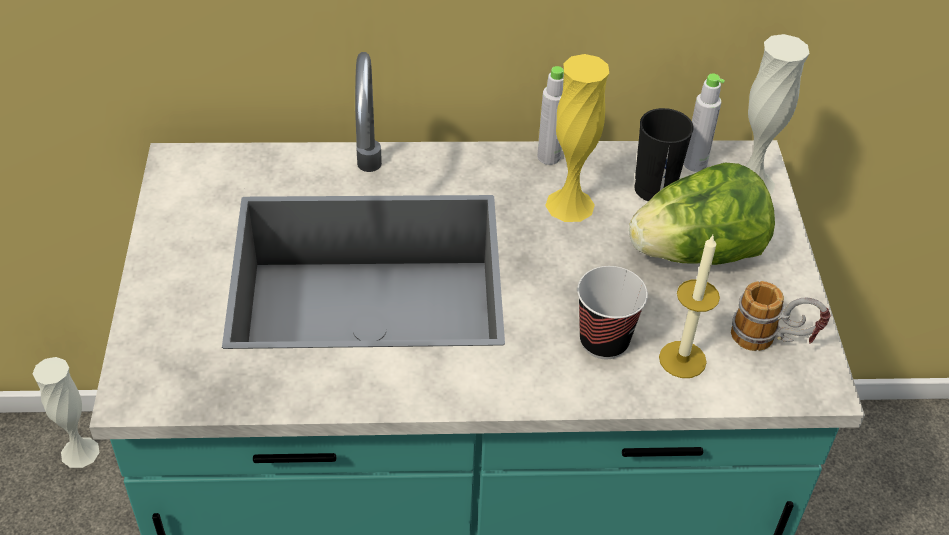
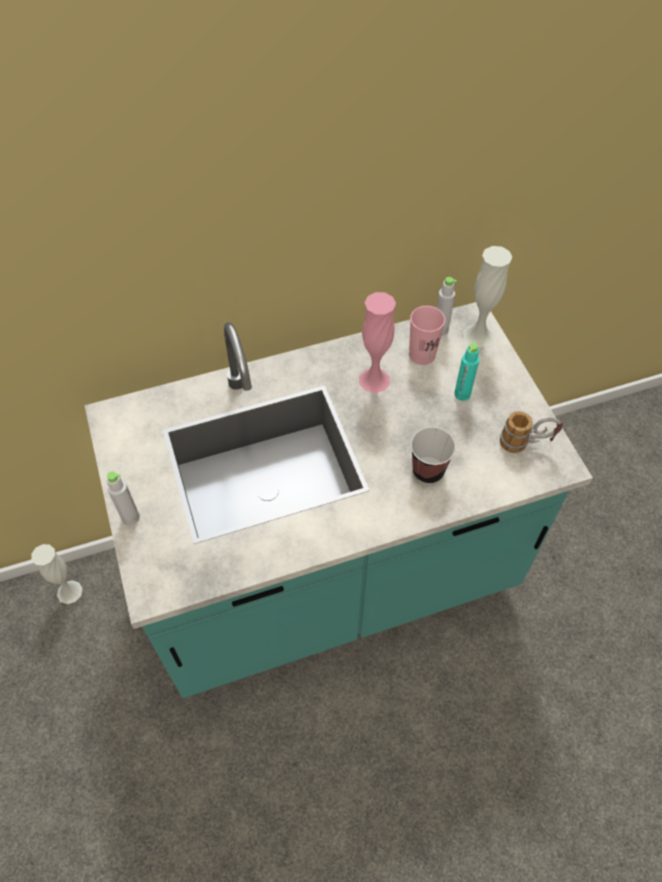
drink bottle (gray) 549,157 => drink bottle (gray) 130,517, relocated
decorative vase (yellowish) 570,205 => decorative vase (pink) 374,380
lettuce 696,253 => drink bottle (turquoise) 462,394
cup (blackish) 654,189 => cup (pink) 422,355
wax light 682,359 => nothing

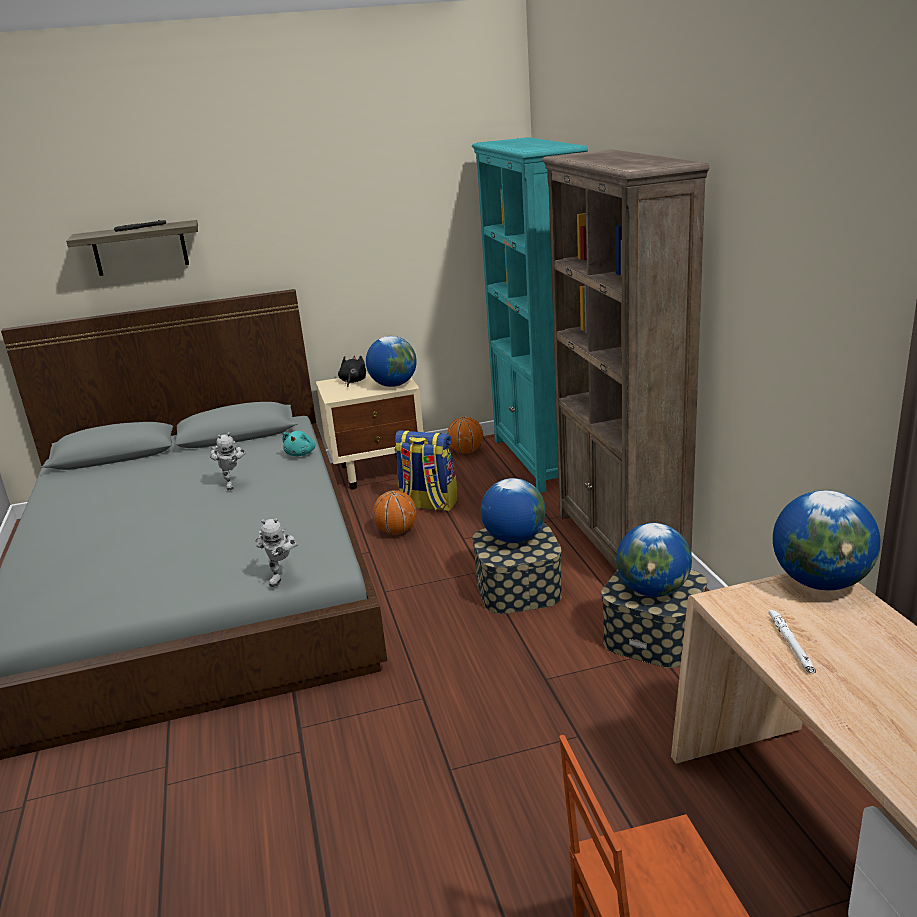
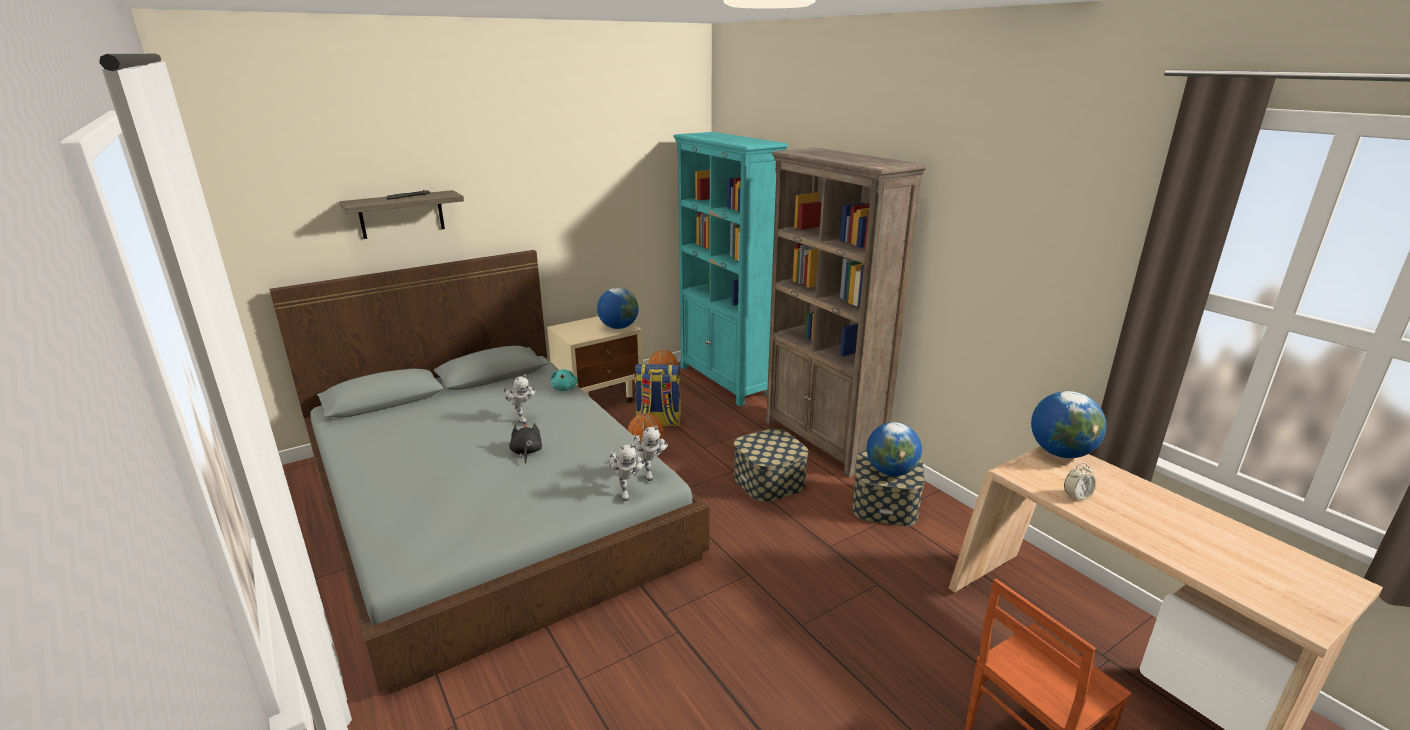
soft toy (blackish) 353,381 => soft toy (blackish) 526,452, relocated
world globe 514,538 => nothing
hand torch (whitish) 790,644 => bedside clock 1076,496
nothing => toy robot 649,472

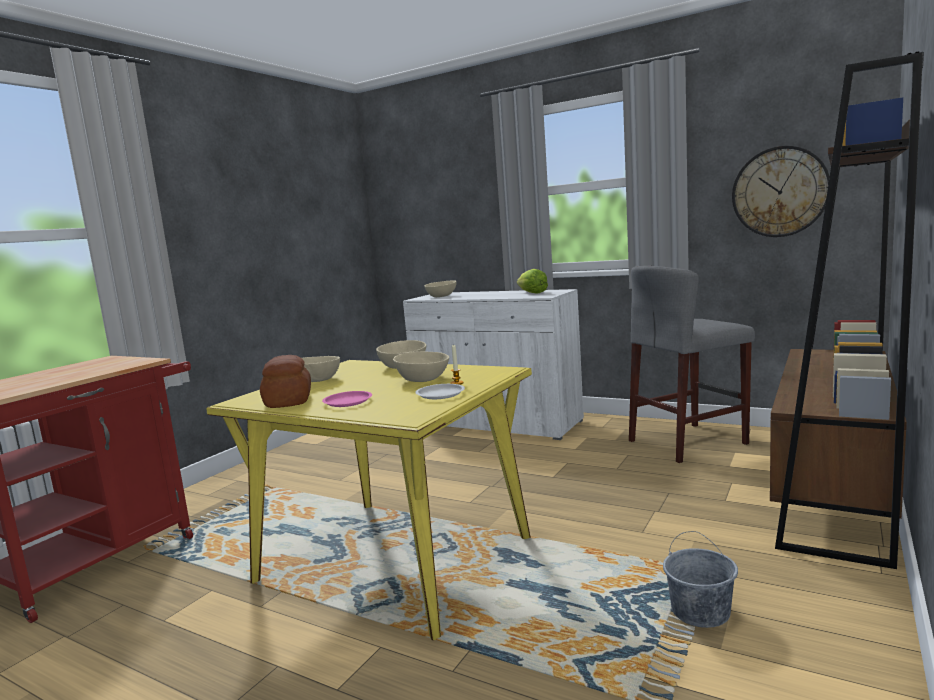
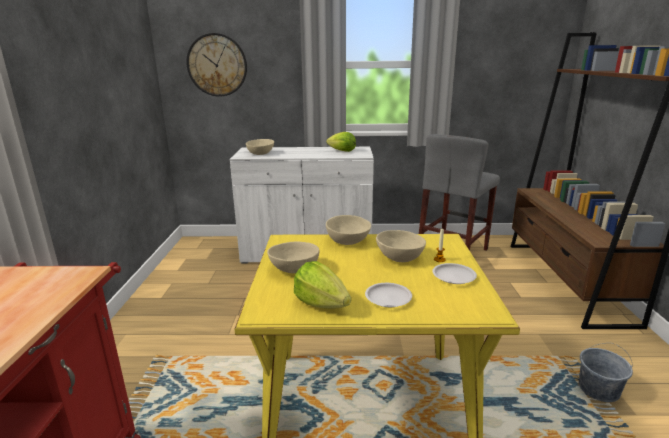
baked bread 289,400 => lettuce 321,303
flat dish (pink) 348,402 => flat dish (whitish) 388,298
wall clock 780,192 => wall clock 217,65, relocated

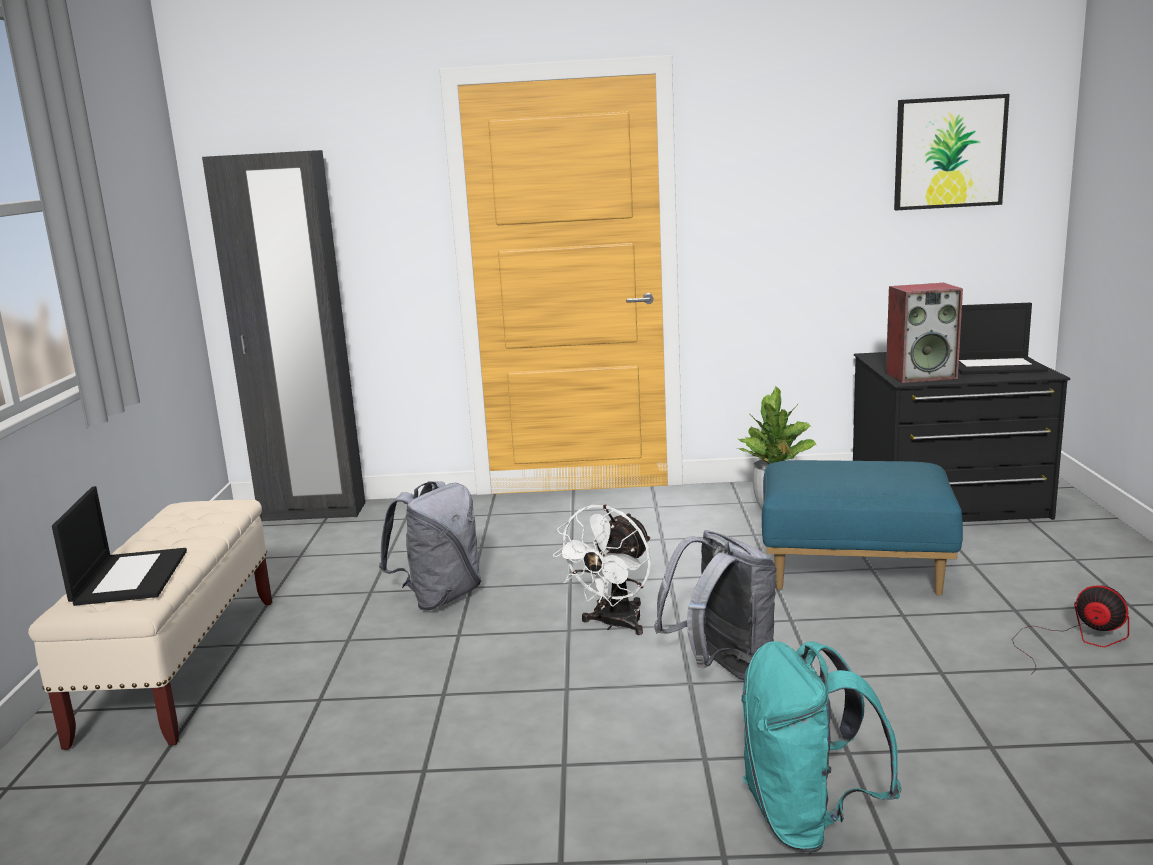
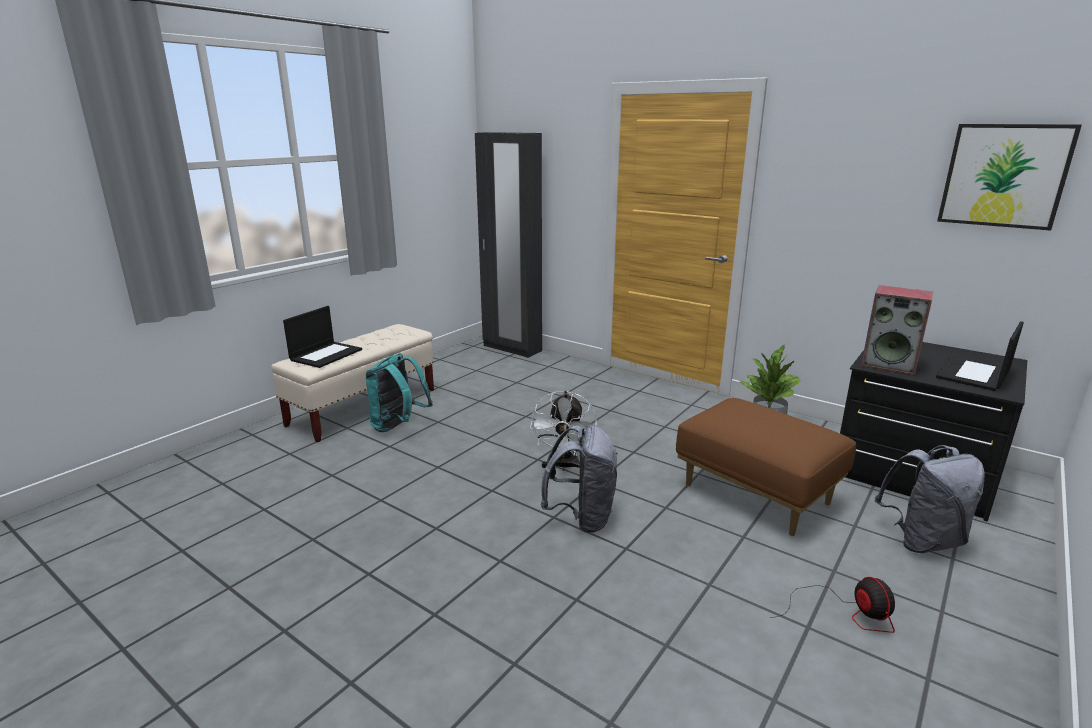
rucksack (gray) 439,597 => rucksack (gray) 922,540, relocated
cooling fan (whitish) 614,625 => cooling fan (whitish) 564,466, 60 degrees counterclockwise
rucksack (turquoise) 808,820 => rucksack (turquoise) 398,426, relocated
ottoman (blue-coloured) 855,570 => ottoman (brownish) 757,494
laptop 996,366 => laptop 974,374, 90 degrees clockwise

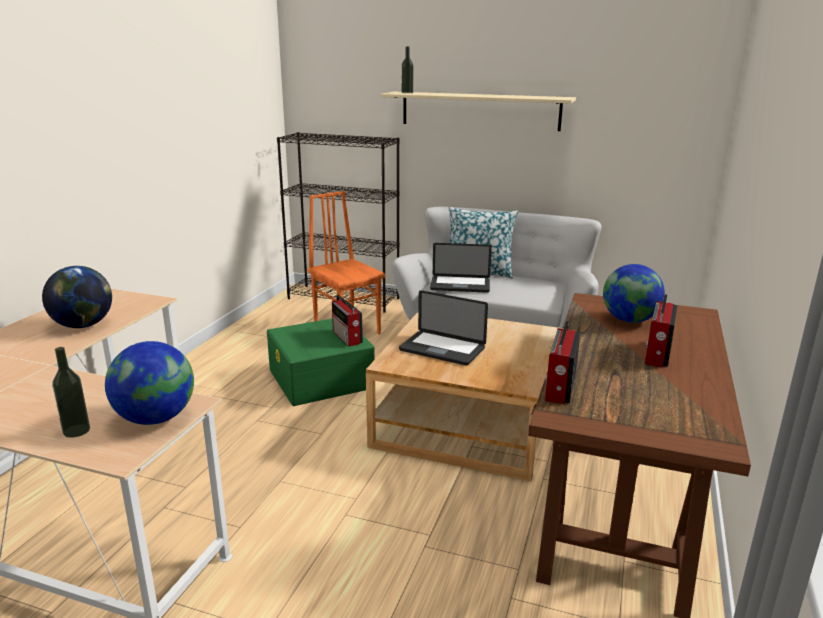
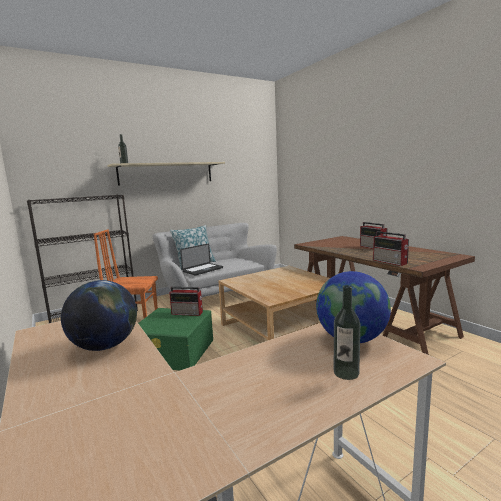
laptop 442,349 => nothing
world globe 629,320 => nothing

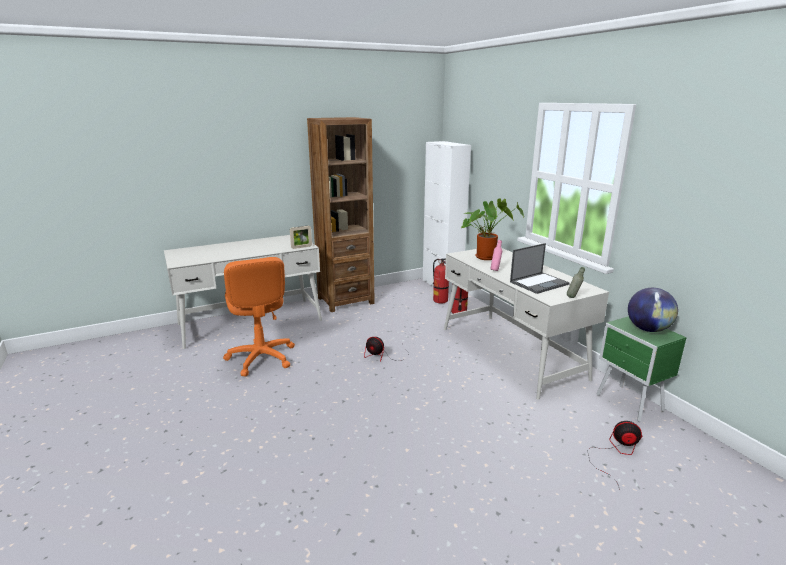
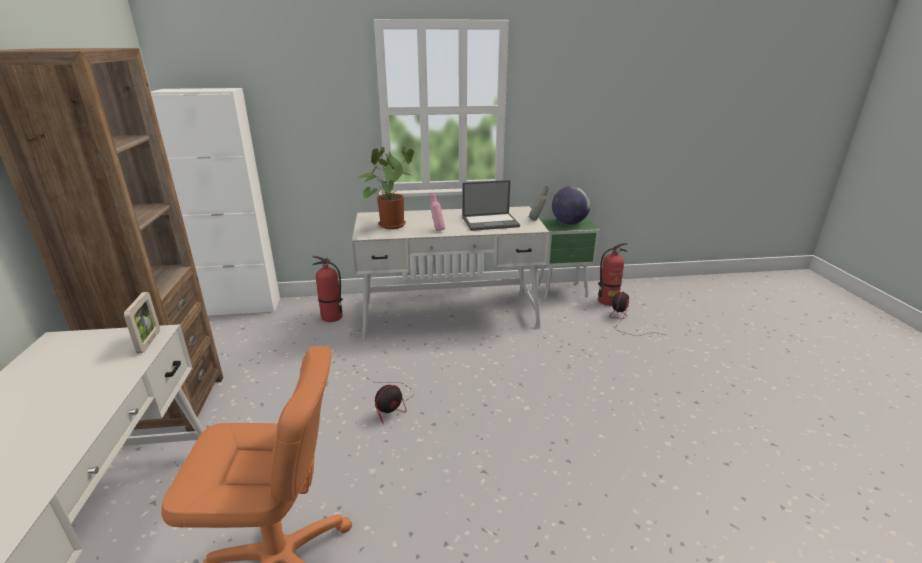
fire-fighting cylinder 440,300 => fire-fighting cylinder 607,301, relocated
laptop 539,283 => laptop 491,222, 90 degrees clockwise

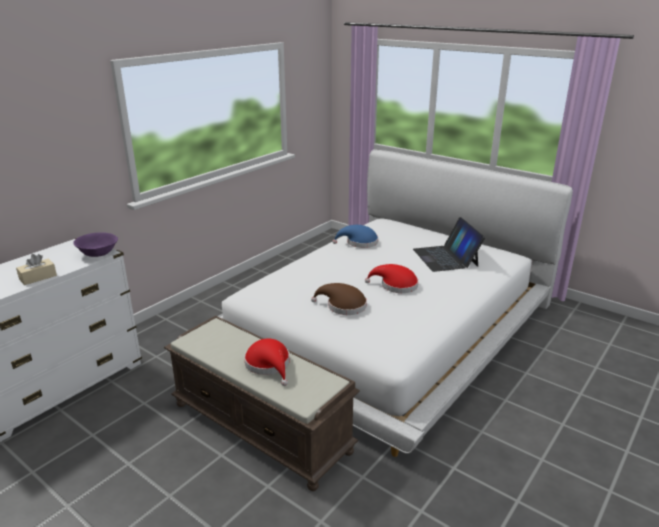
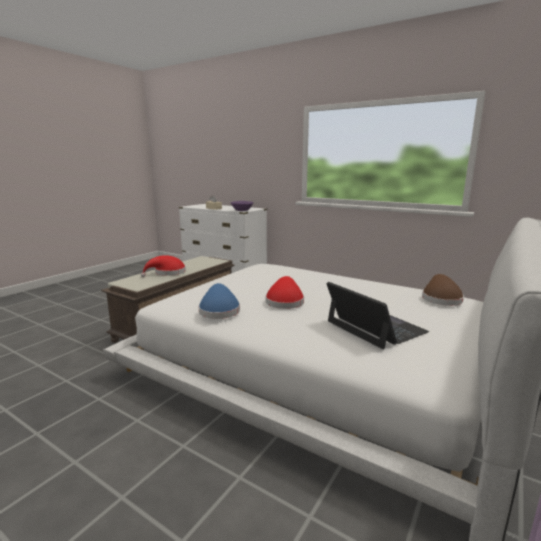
wearable hat (brownish) 343,306 => wearable hat (brownish) 440,299, relocated
wearable hat (blue-coloured) 359,243 => wearable hat (blue-coloured) 219,310, relocated
laptop 445,257 => laptop 375,327, 75 degrees clockwise

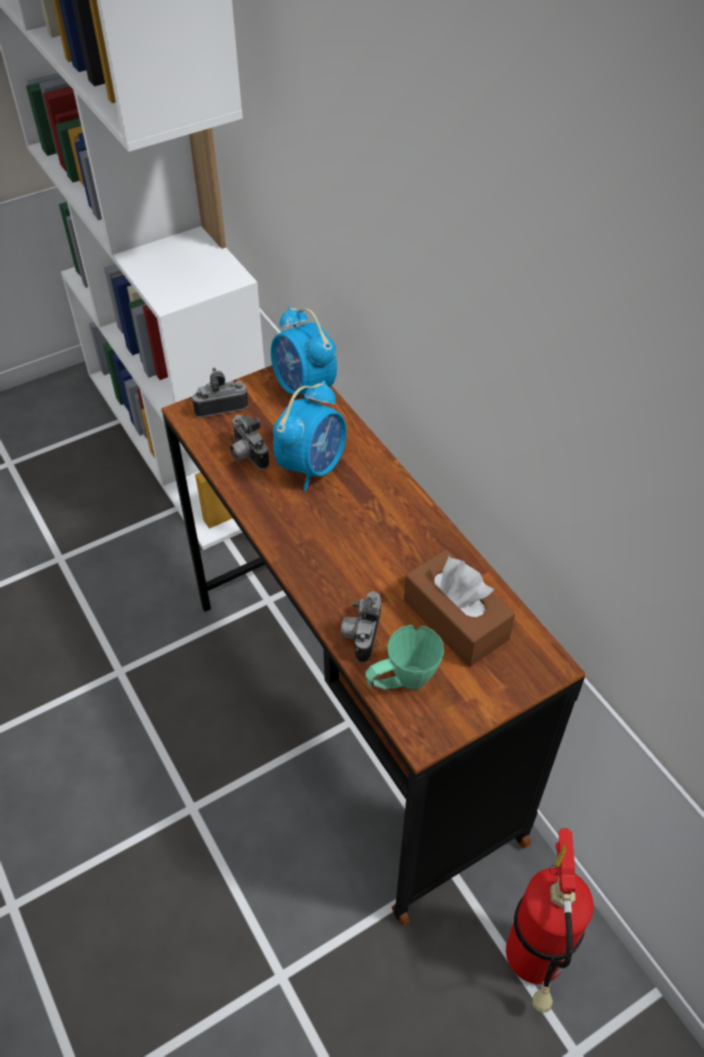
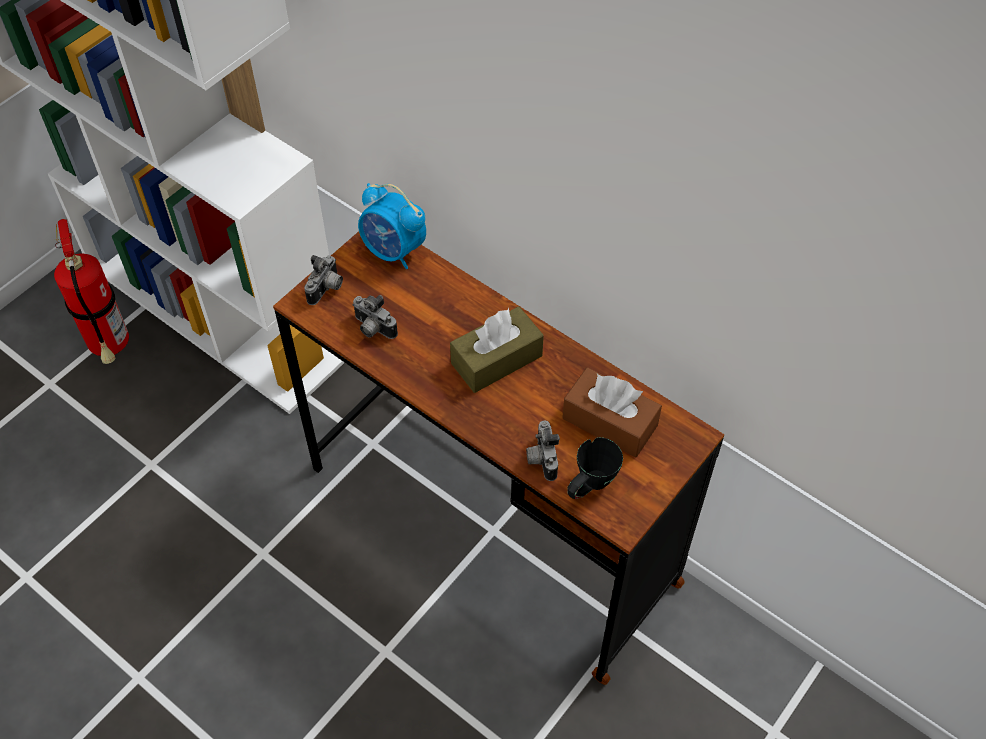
photo camera 220,407 => photo camera 327,289, 150 degrees clockwise
bedside clock 312,467 => nothing
coffee mug (green) 401,683 => coffee mug (blackish) 589,487
fire-fighting cylinder 533,965 => fire-fighting cylinder 111,348, relocated
nothing => tissue box (brownish) 496,359

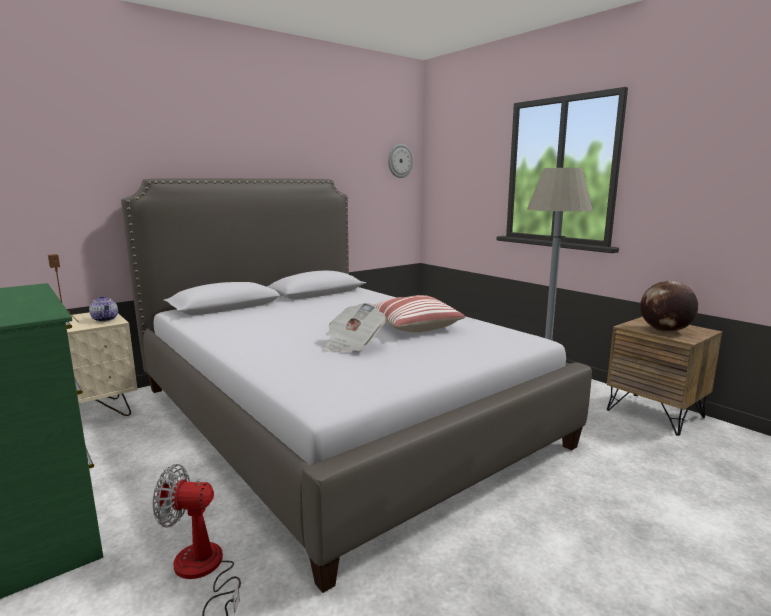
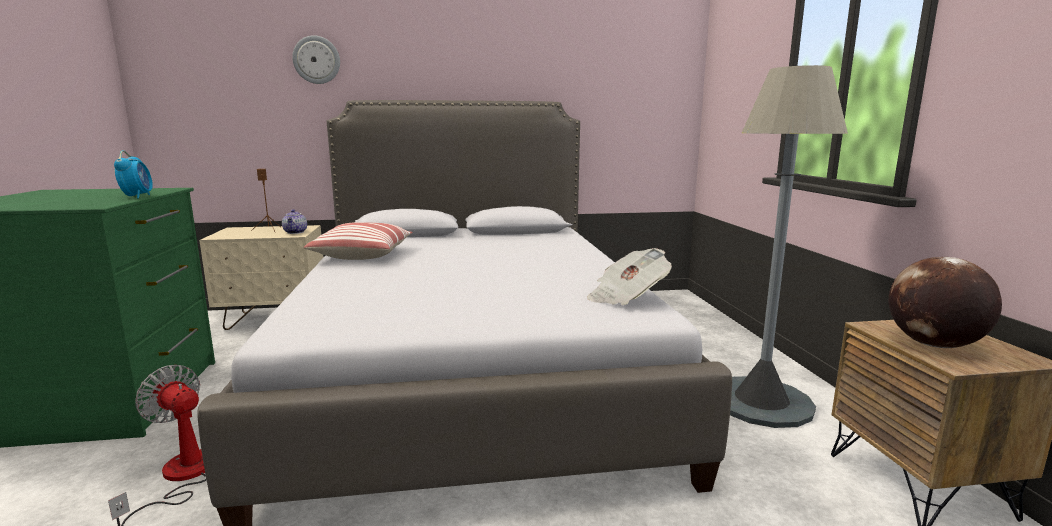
newspaper 352,344 => newspaper 626,297, relocated
pillow 413,326 => pillow 363,255, relocated
wall clock 400,161 => wall clock 316,60, relocated
nothing => bedside clock 137,196

